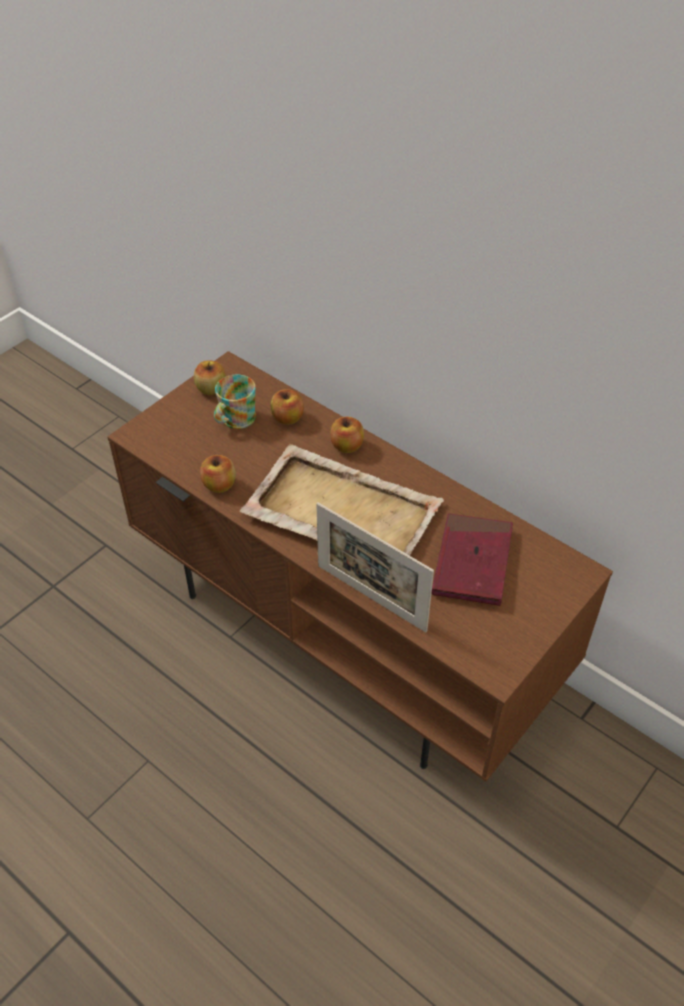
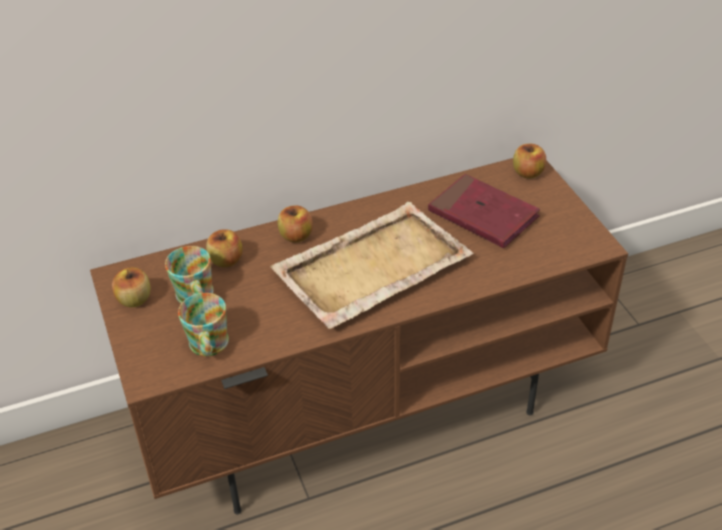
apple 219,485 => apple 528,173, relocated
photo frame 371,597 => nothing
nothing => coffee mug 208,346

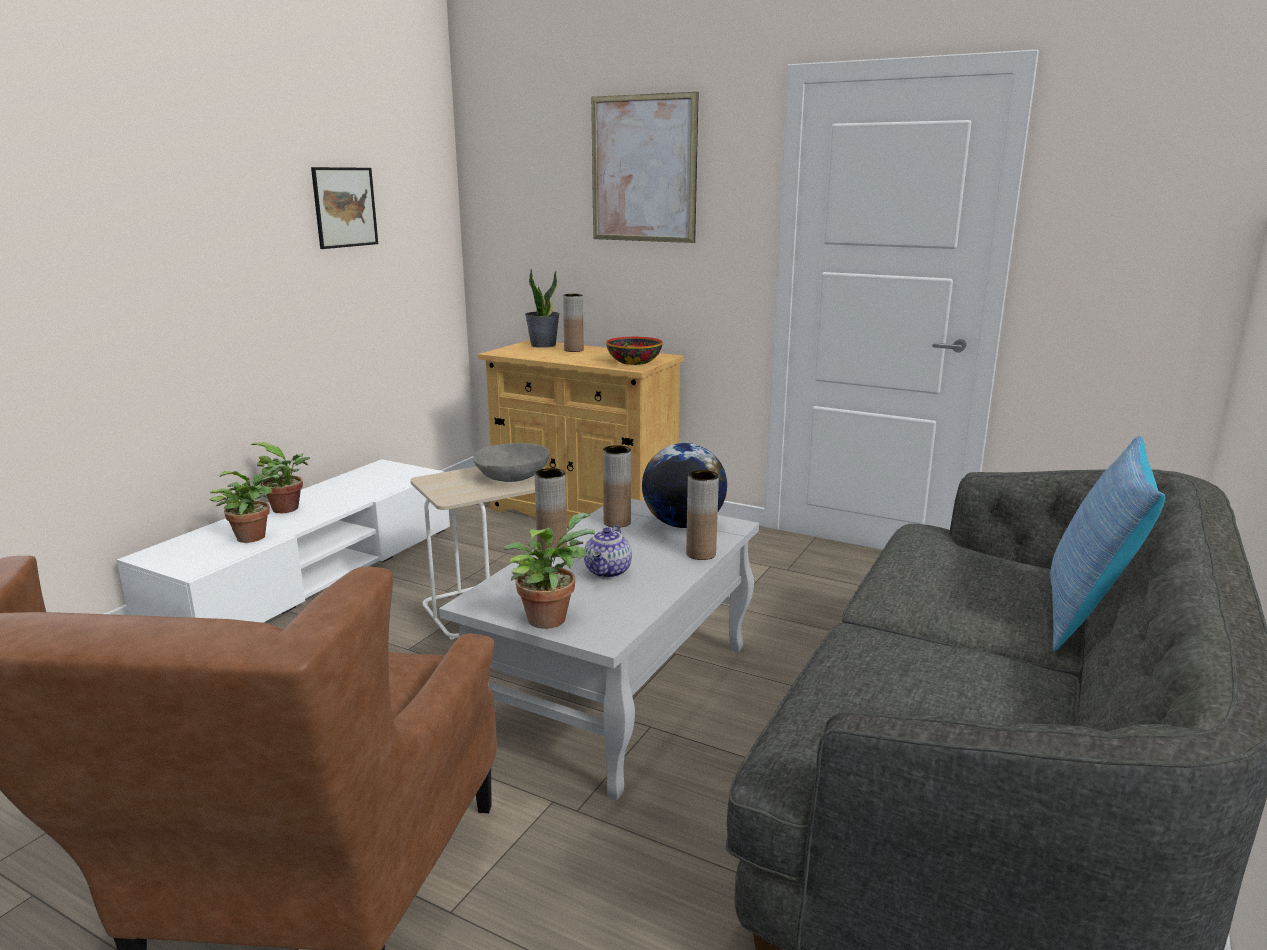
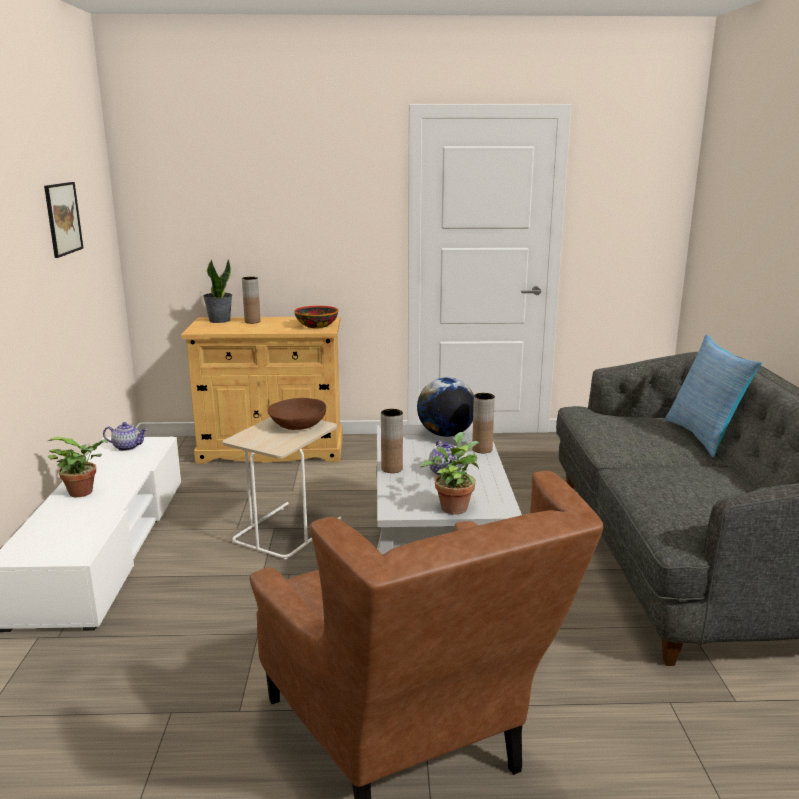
houseplant 254,536 => nothing
bowl (gray) 512,476 => bowl (brownish) 298,425
picture 643,169 => nothing
decorative vase (brownish) 617,522 => nothing
nothing => pot for tea 127,447

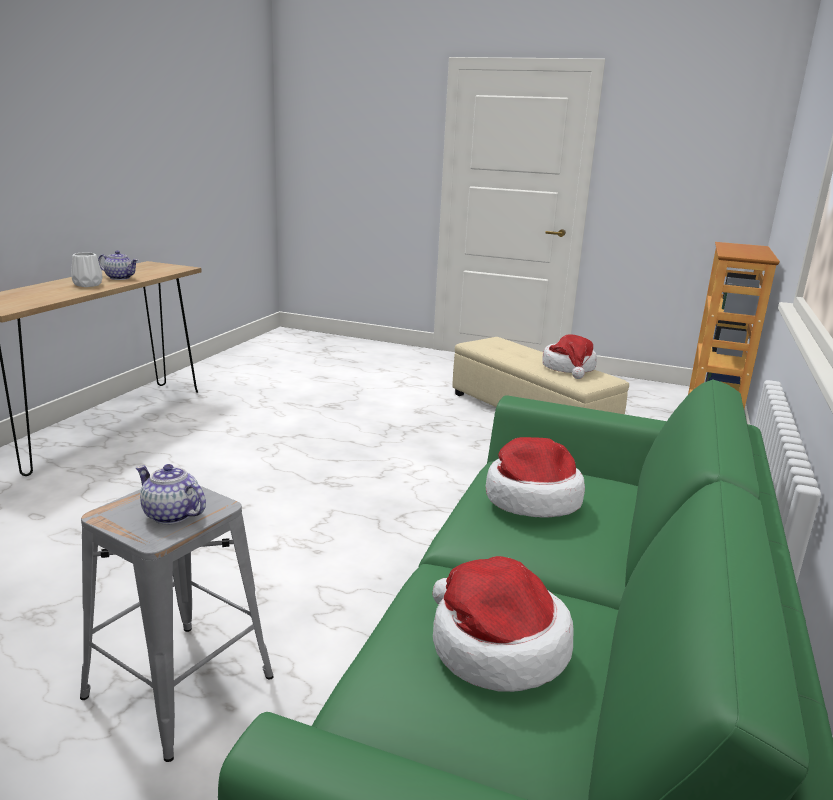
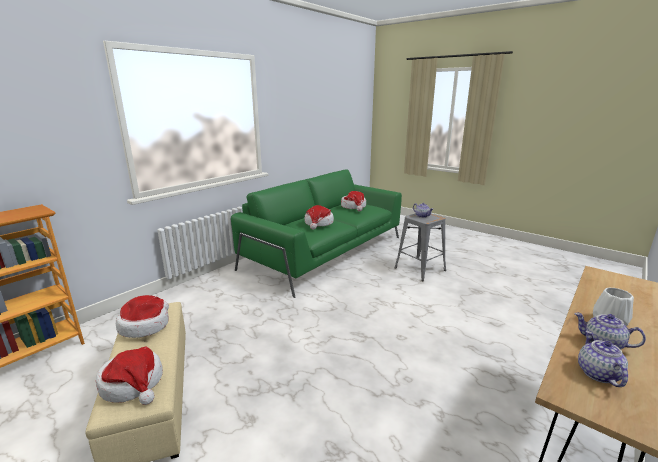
nothing => wearable hat 133,383
nothing => pot for tea 597,373

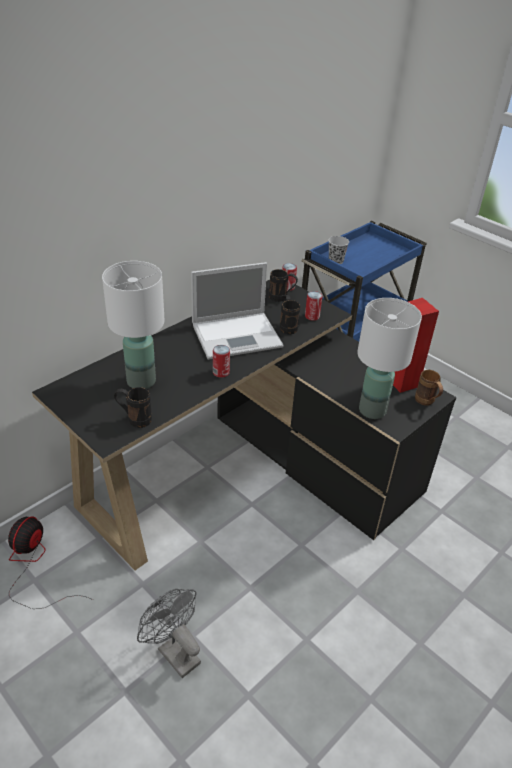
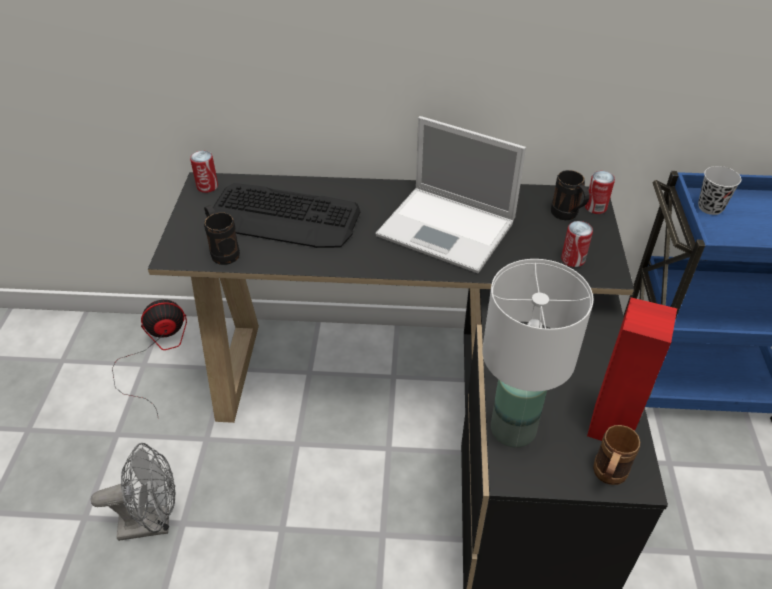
tabletop lamp (whitish) 141,380 => keyboard 284,218
cooling fan (gray) 174,652 => cooling fan (gray) 153,522, 75 degrees clockwise
can 221,372 => can 207,186, relocated
coffee mug (blackish) 287,326 => nothing

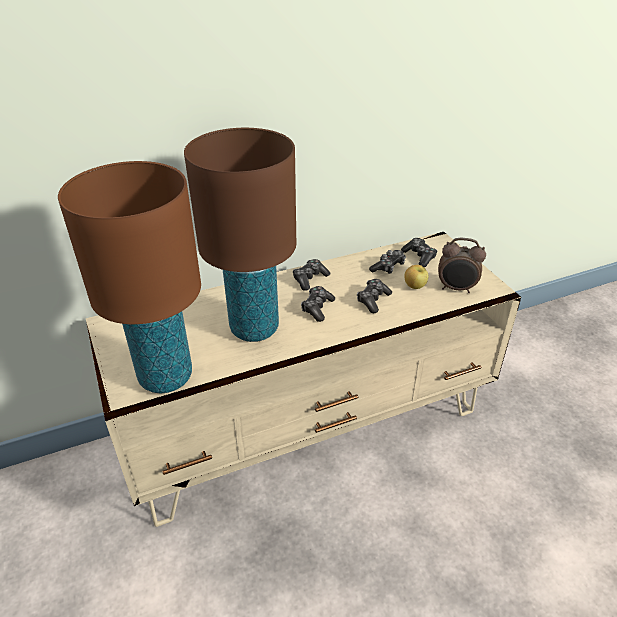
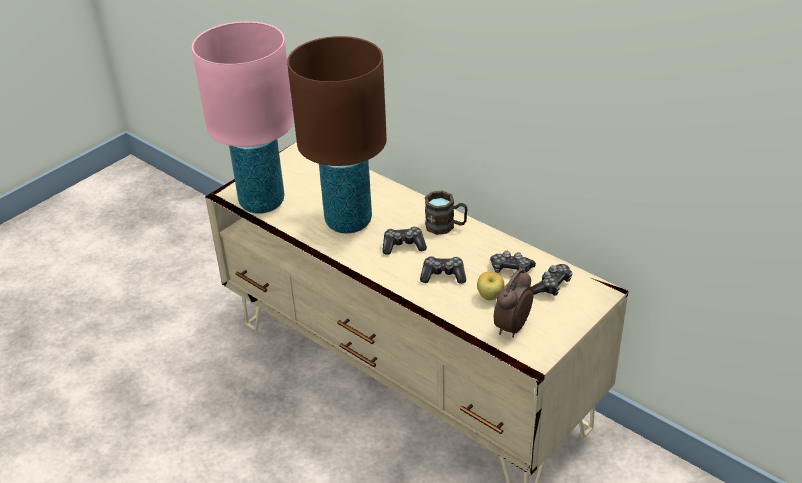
tabletop lamp (brownish) 166,377 => tabletop lamp (pink) 262,202
gamepad 310,279 => coffee mug (brownish) 446,226
bedside clock 456,288 => bedside clock 511,327, 45 degrees clockwise

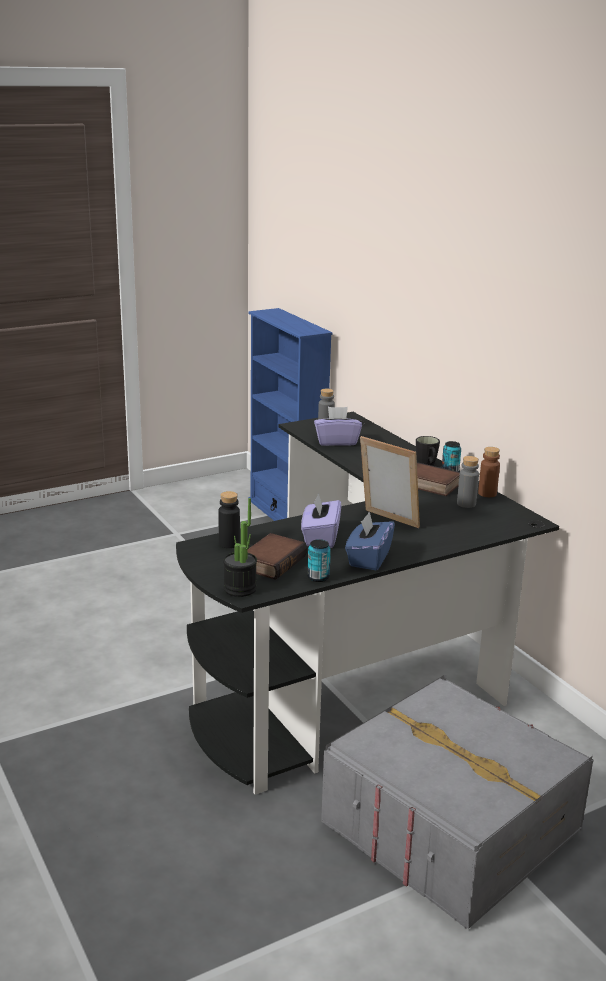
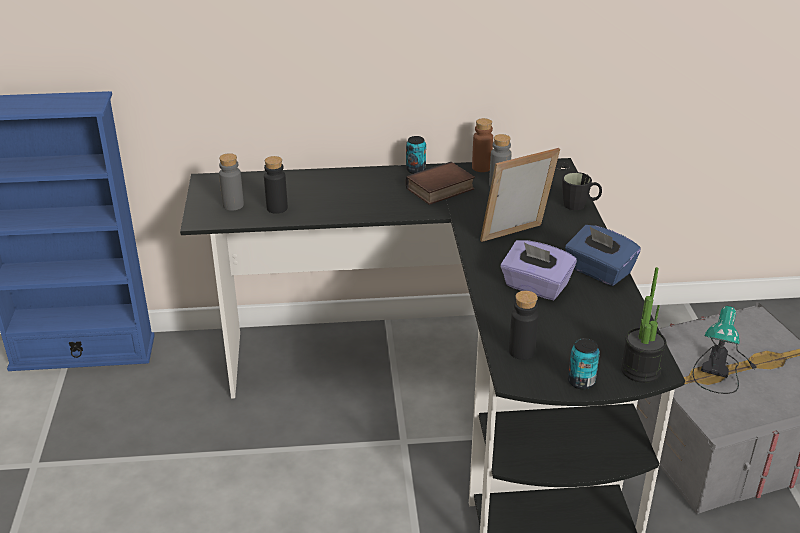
volume 271,561 => nothing
can 318,577 => can 581,382, relocated
tissue box (purplish) 336,441 => drink bottle (blackish) 277,208
coffee mug (blackish) 427,465 => coffee mug (blackish) 579,205, relocated
nothing => tabletop lamp 721,364

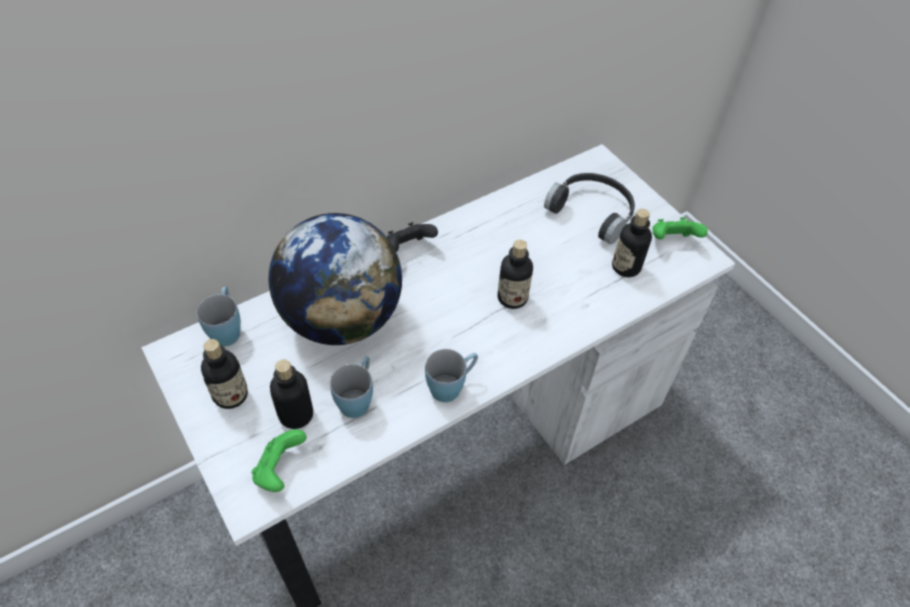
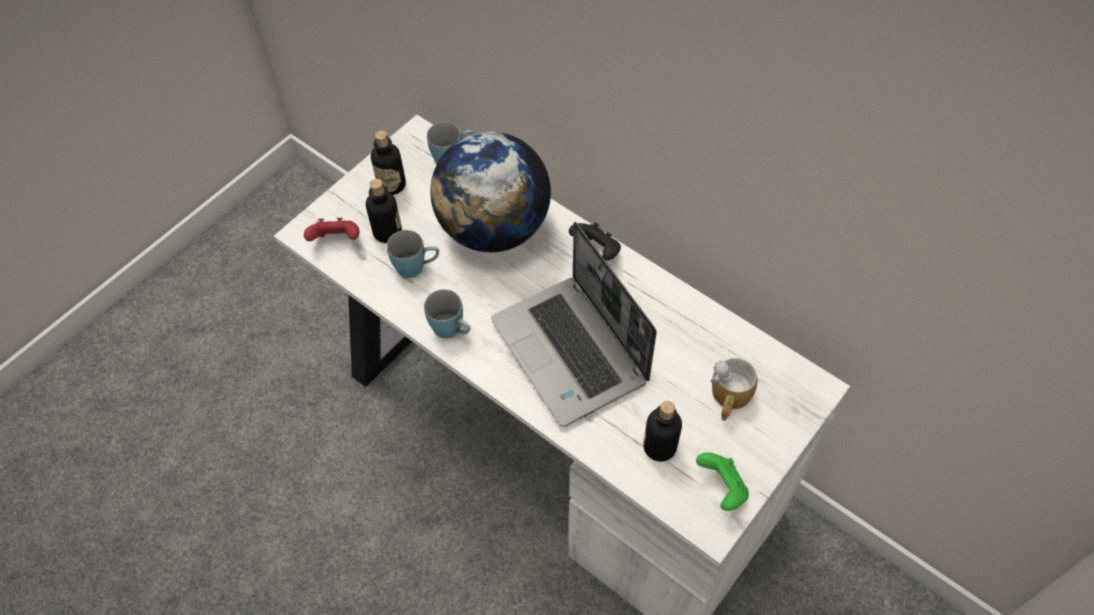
gamepad (green) 280,470 => gamepad (reddish) 336,240
drink bottle 512,298 => laptop 572,352
headset (blackish) 593,211 => coffee mug 728,398

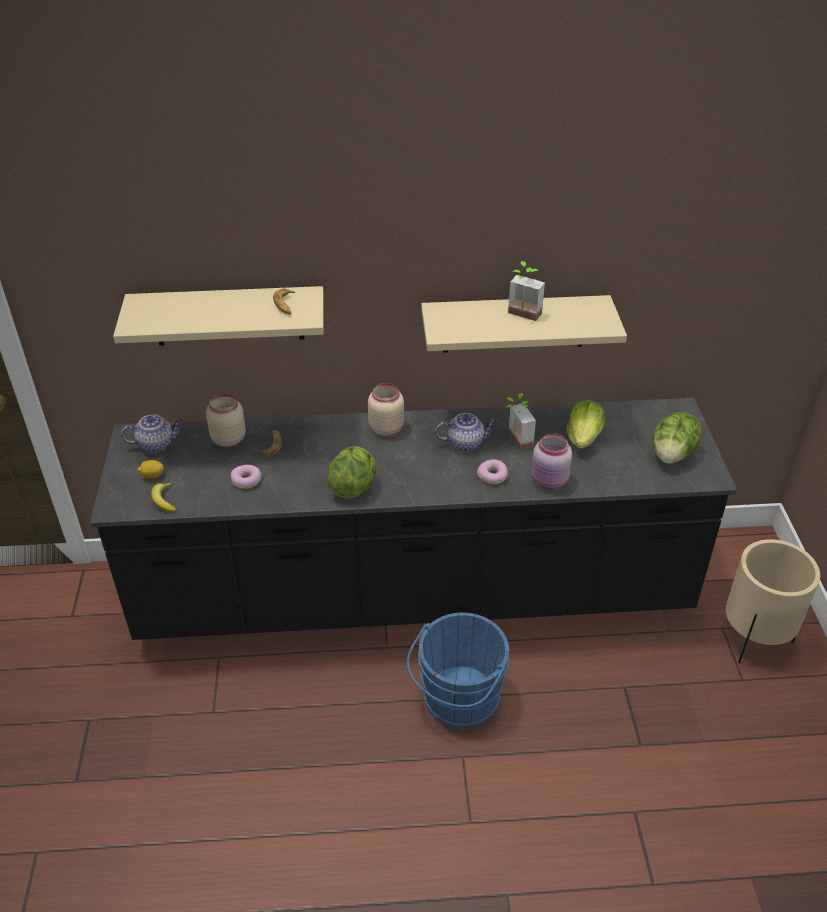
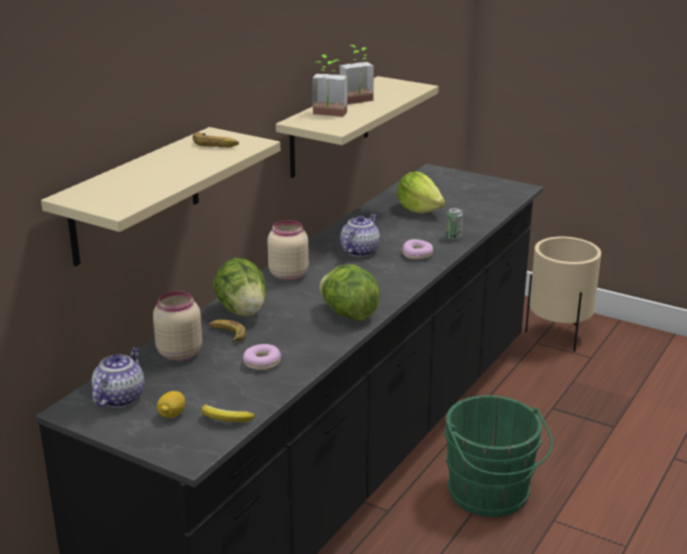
bucket (blue-coloured) 458,700 => bucket (green) 490,496
houseplant 515,441 => houseplant 328,115, relocated
jar (pink) 549,481 => can 453,237
lettuce 672,455 => lettuce 242,311, relocated

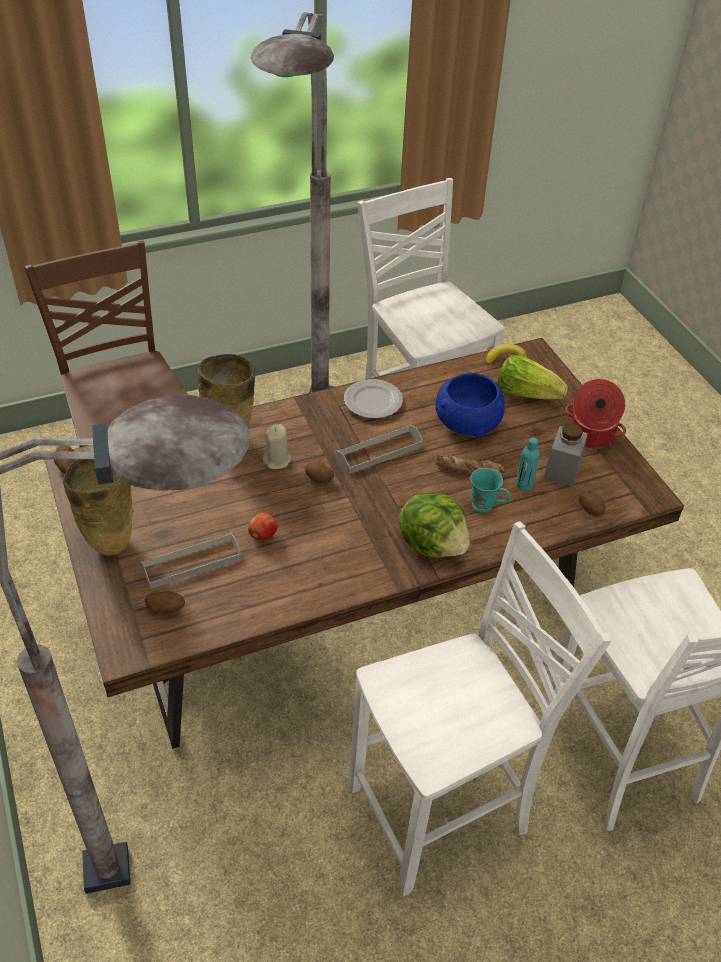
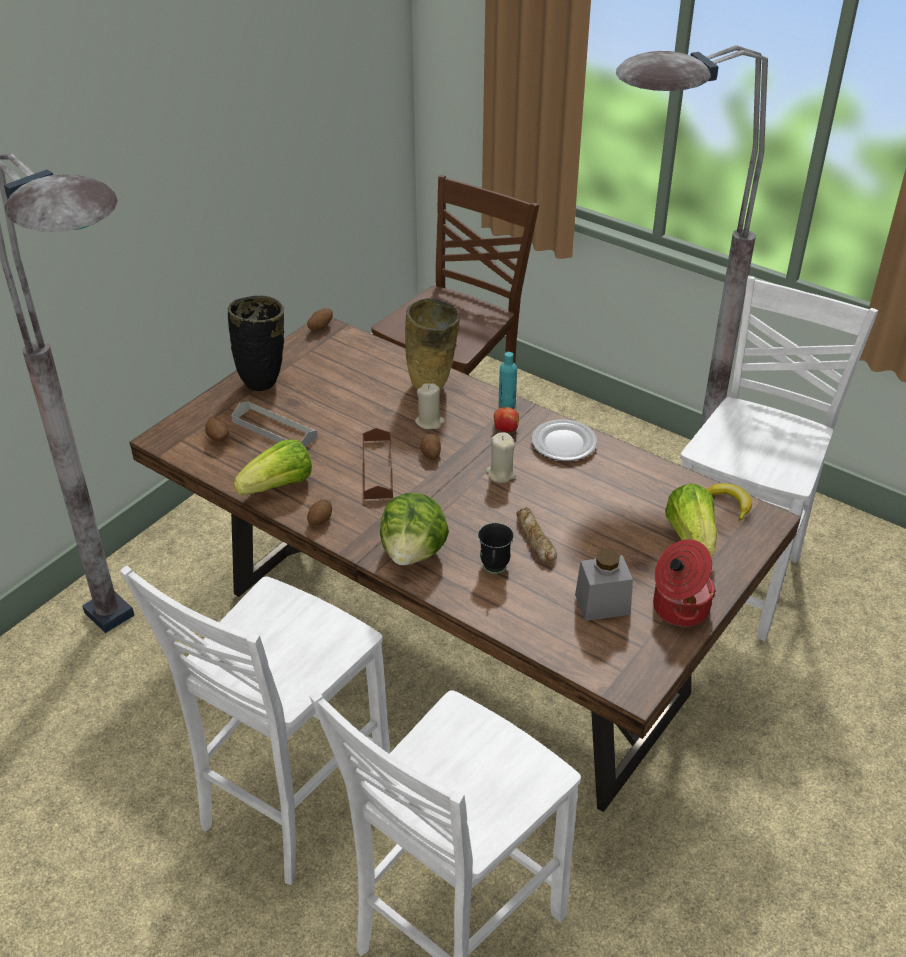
decorative vase (beige) 111,541 => decorative vase (blackish) 264,382
apple 262,535 => apple 505,429, relocated
serving tray (gray) 379,451 => wax light (beige) 500,474
upright chair (whitish) 443,813 => upright chair (whitish) 290,803, 90 degrees clockwise
bowl (blue-coloured) 467,422 => nothing
coffee mug (turquoise) 487,508 => coffee mug (blackish) 494,570
drink bottle (turquoise) 524,485 => drink bottle (turquoise) 507,404, relocated
potato 591,509 => potato 320,520, relocated
nothing => lettuce 279,486
nothing => serving tray (brownish) 377,468

